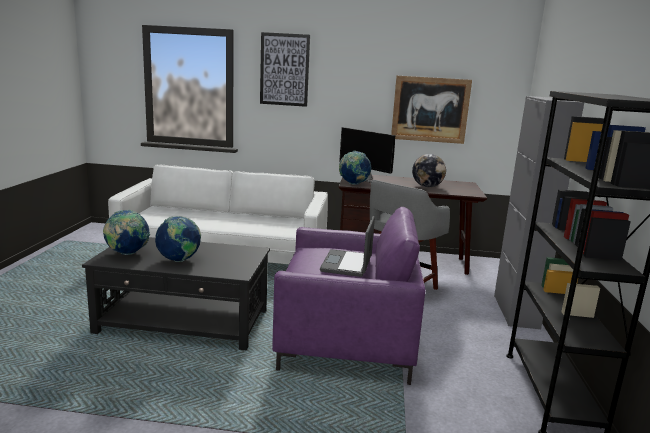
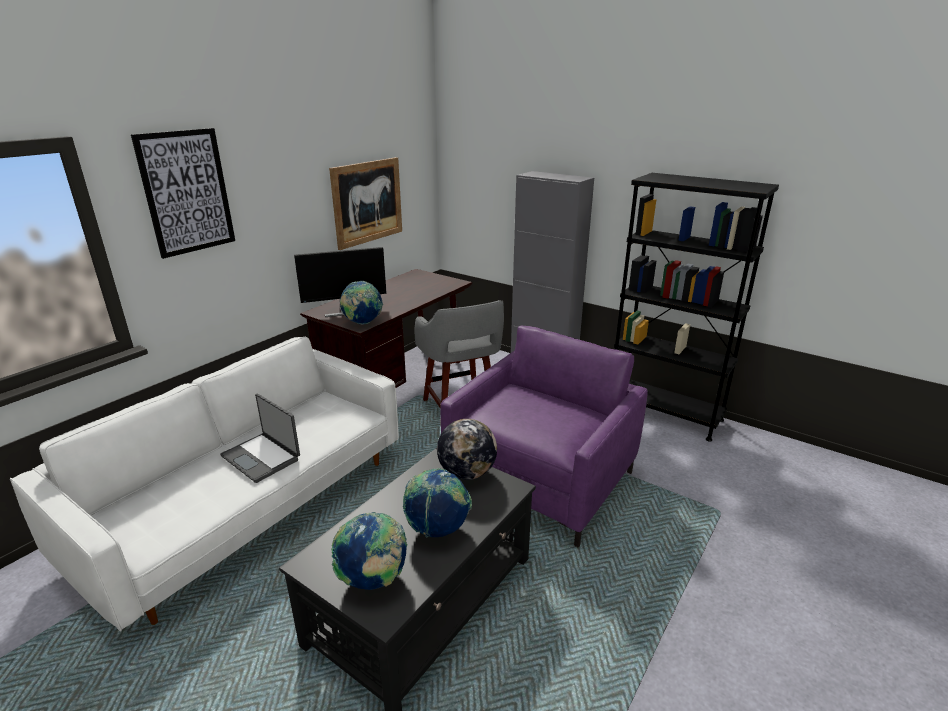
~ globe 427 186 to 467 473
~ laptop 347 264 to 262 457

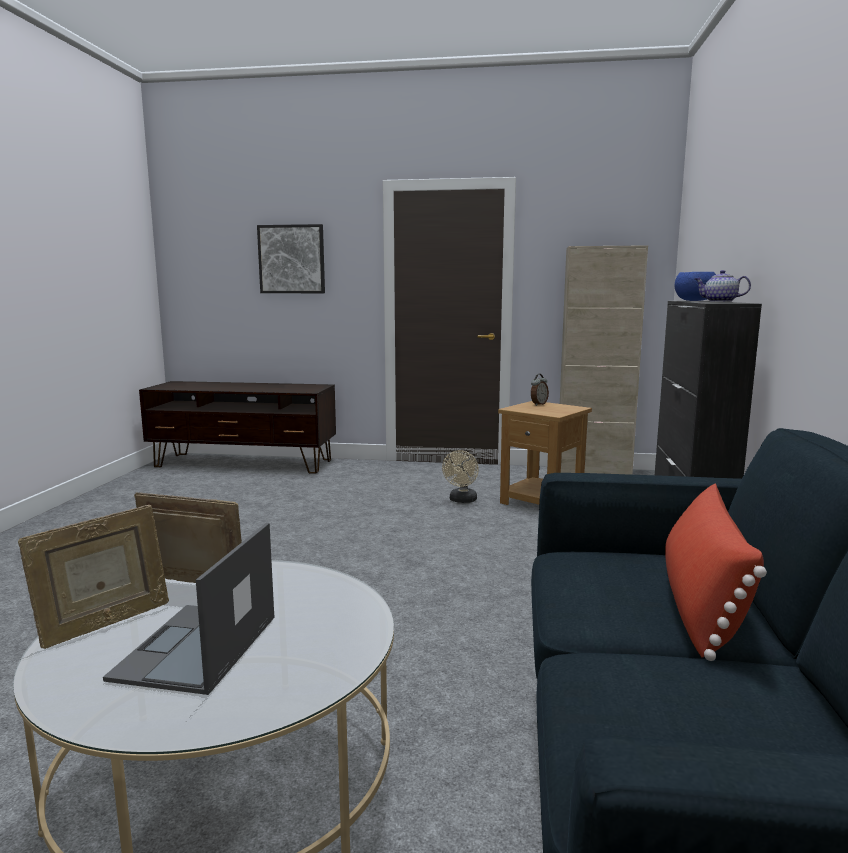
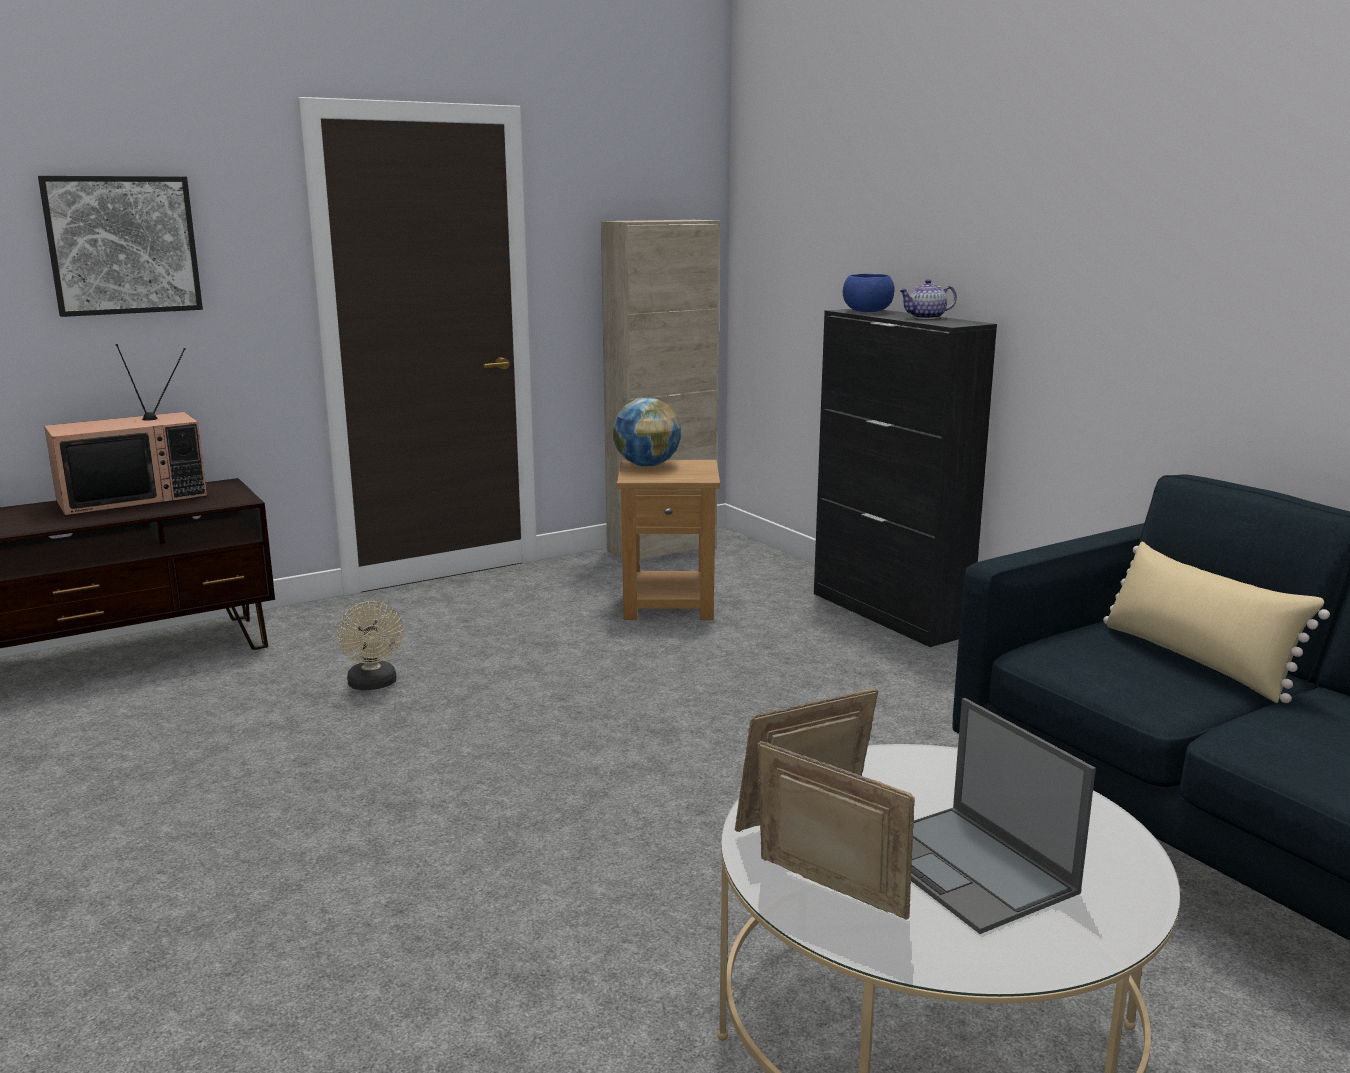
~ alarm clock 538 404 to globe 647 465
~ beige fan 462 500 to 374 685
~ red pillow 701 603 to beige pillow 1195 660
~ picture frame 105 624 = 829 895 60 degrees counterclockwise
+ television 134 498

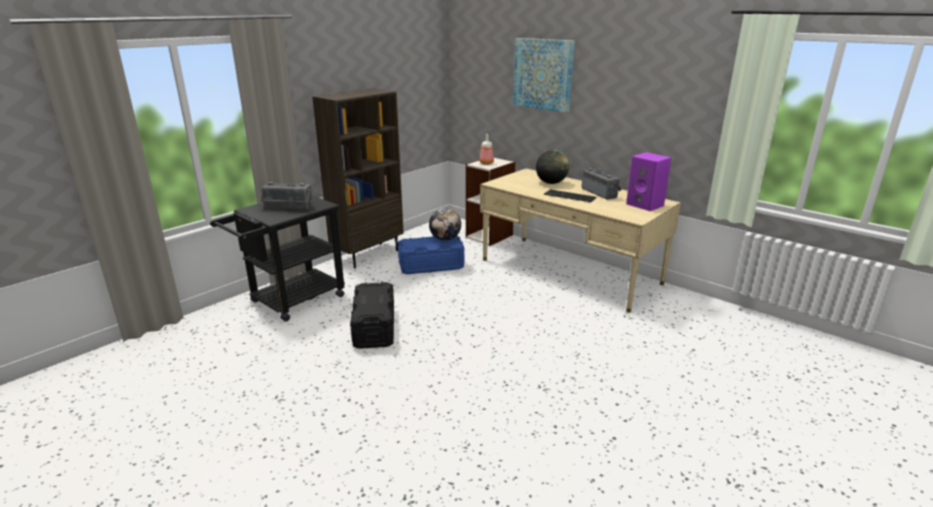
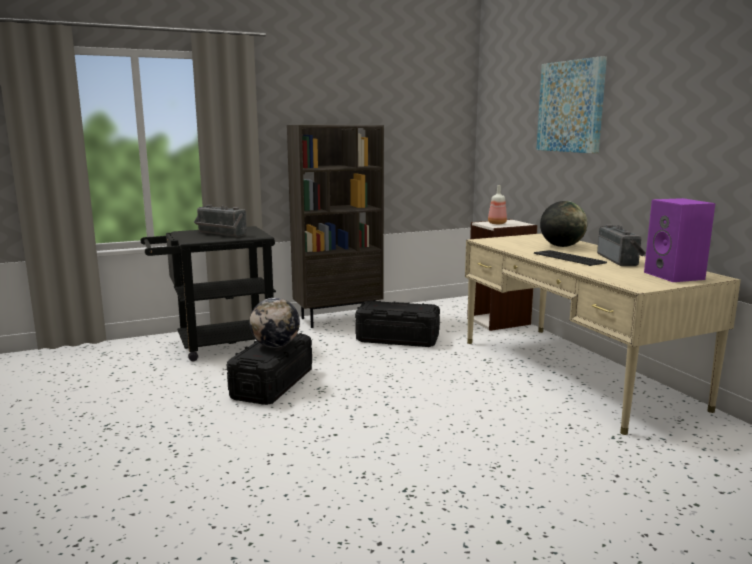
~ globe 445 239 to 275 346
~ blue storage box 431 266 to black storage box 398 338

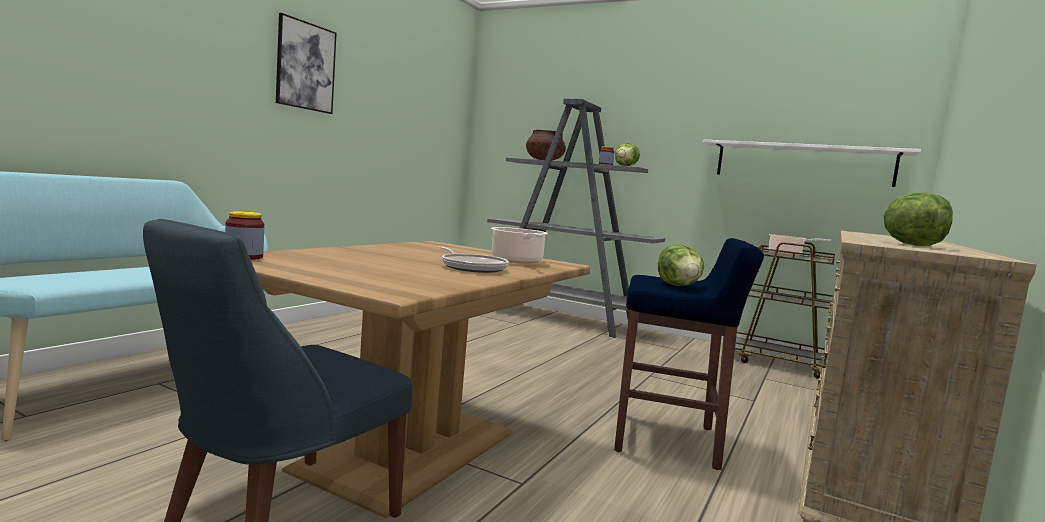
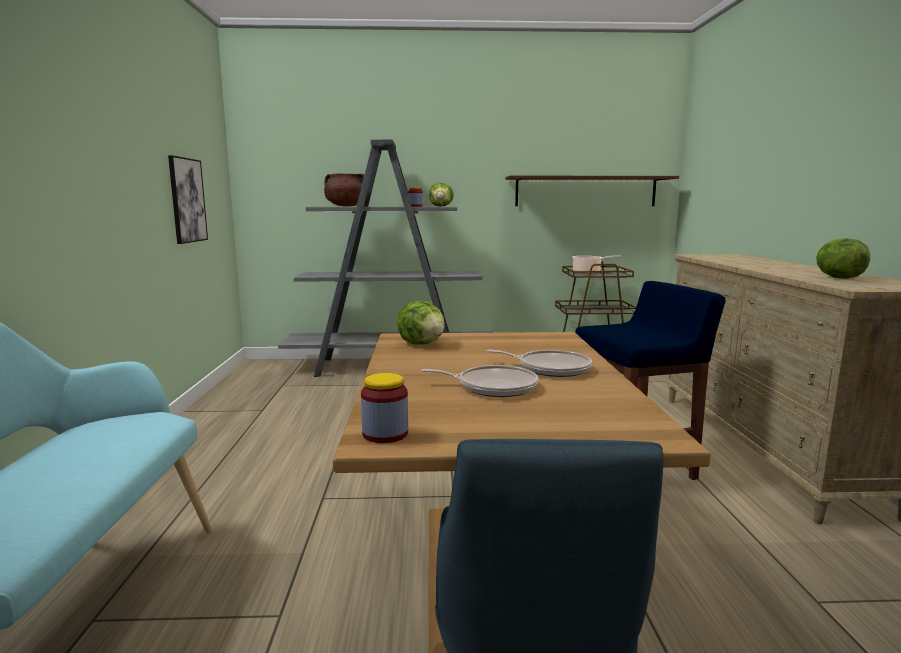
~ picture 305 66 to 187 200
~ white shelf 802 164 to brown shelf 585 191
- cooking pot 517 261
~ lettuce 679 286 to 422 343
+ frying pan 493 387

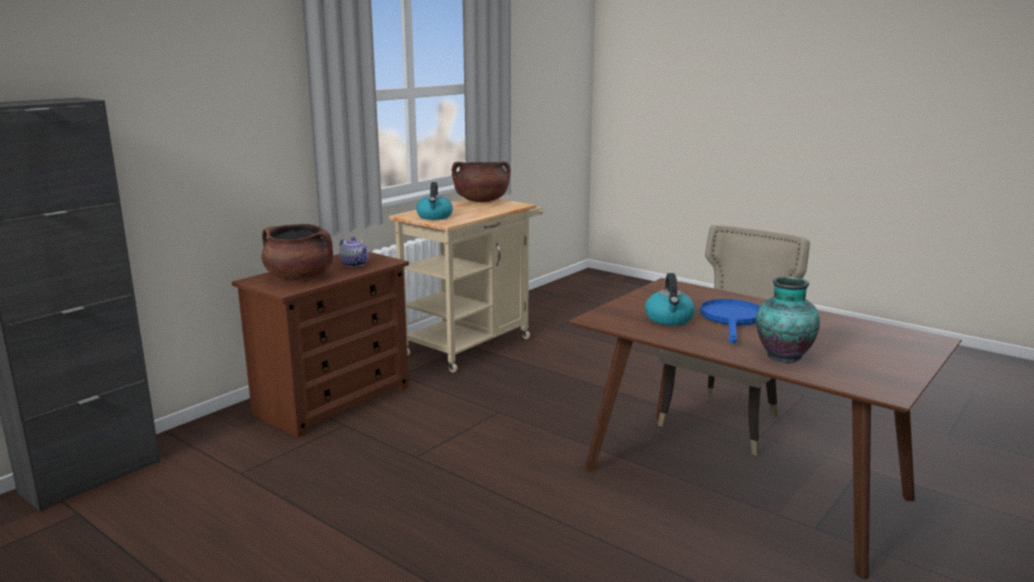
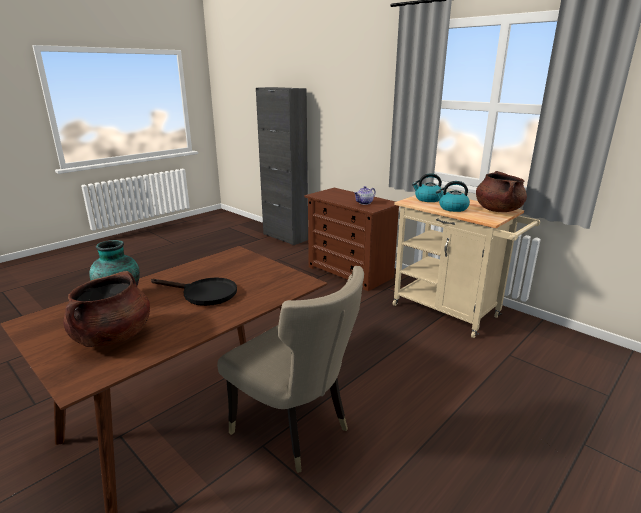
~ brown cooking pot 300 277 to 113 337
~ kettle 669 319 to 452 208
~ blue frying pan 732 320 to black frying pan 203 294

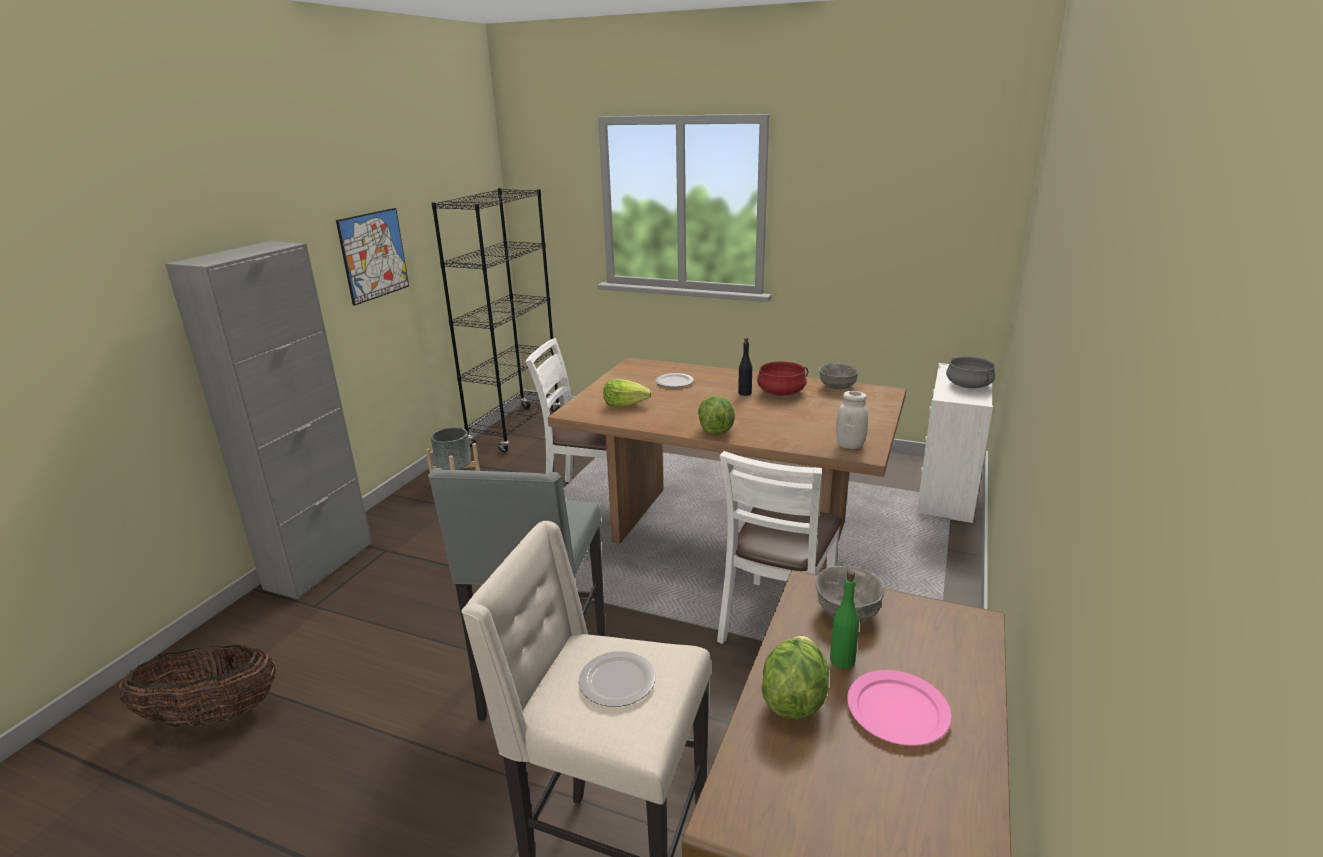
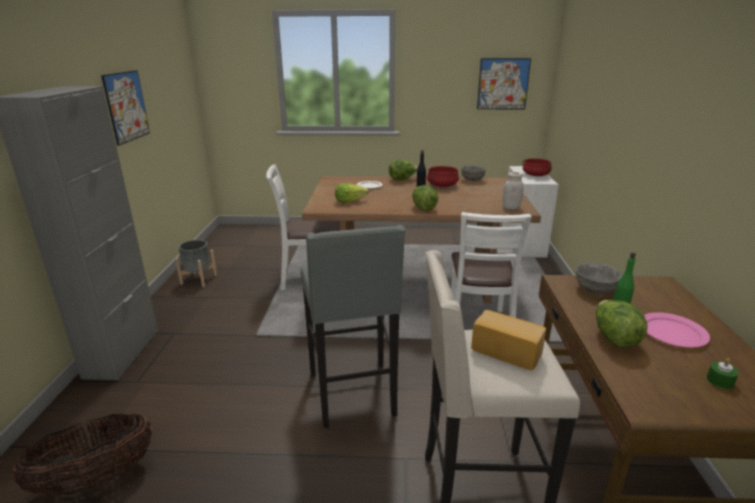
- black bookcase 515 428
~ grey cooking pot 968 385 to red cooking pot 535 175
~ plate 618 681 to bread 507 351
+ picture 503 84
+ lettuce 402 179
+ green candle 720 381

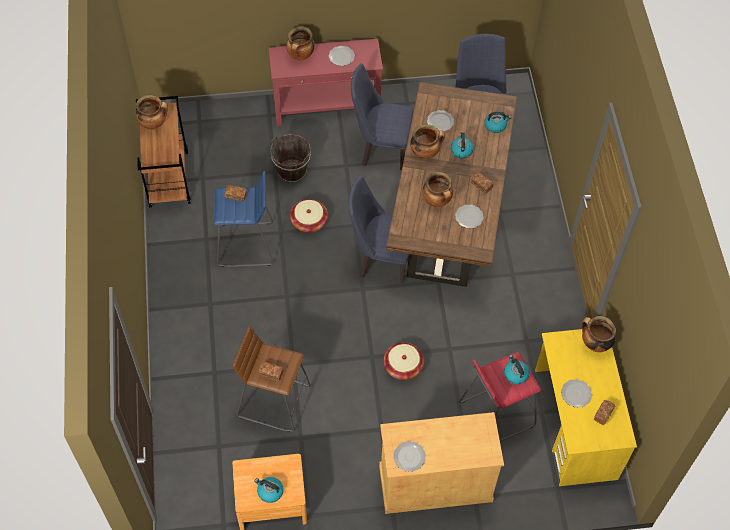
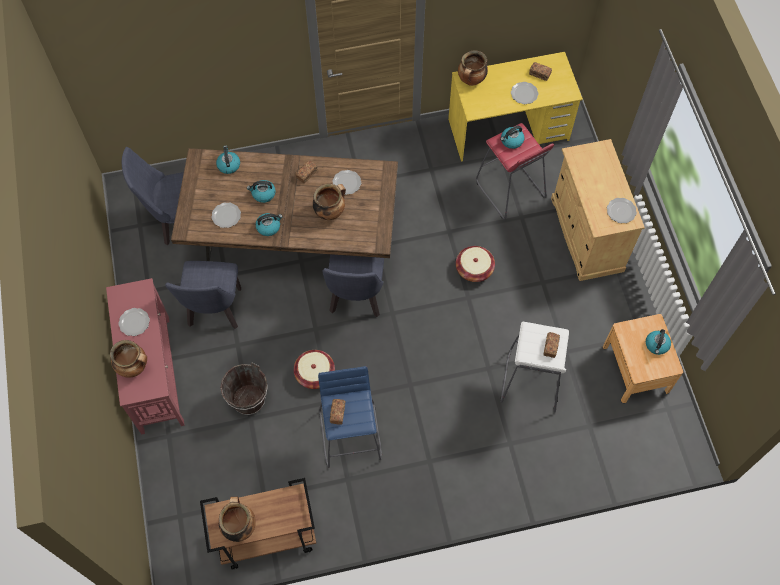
~ cooking pot 425 153 to kettle 269 227
~ brown stool 273 400 to white stool 530 381

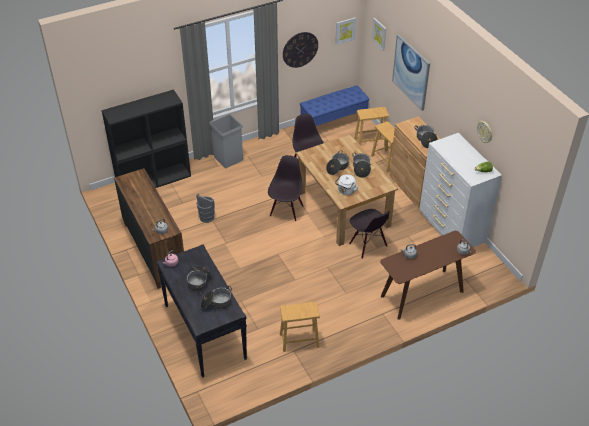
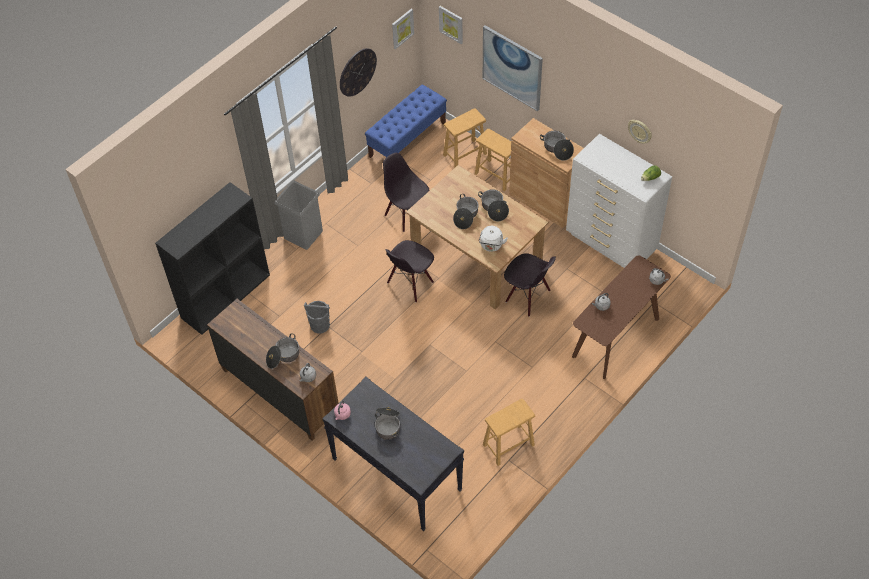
~ black chair 286 210 = 410 283 135 degrees counterclockwise
~ cooking pot 216 302 to 283 356

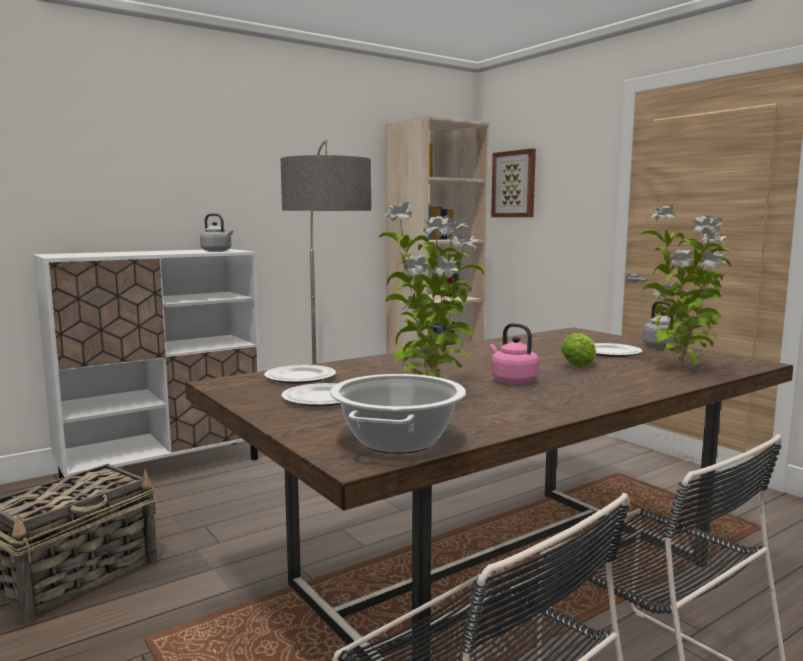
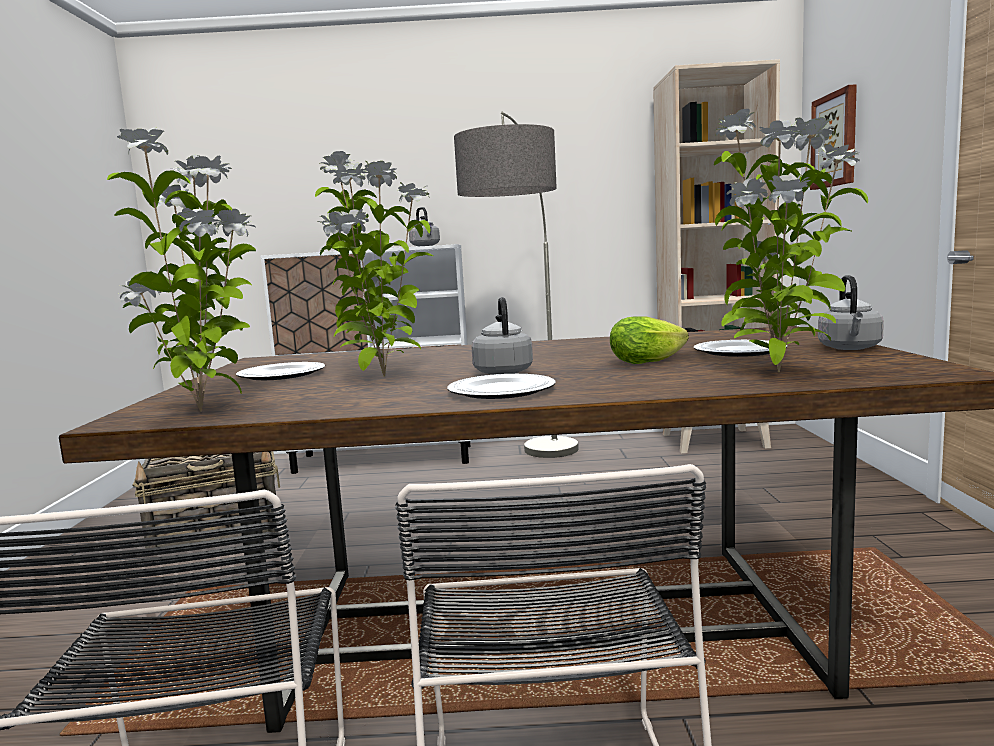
~ pink kettle 512 380 to grey kettle 503 372
~ plate 300 377 to 501 391
~ cooking pot 398 441 to potted plant 206 411

